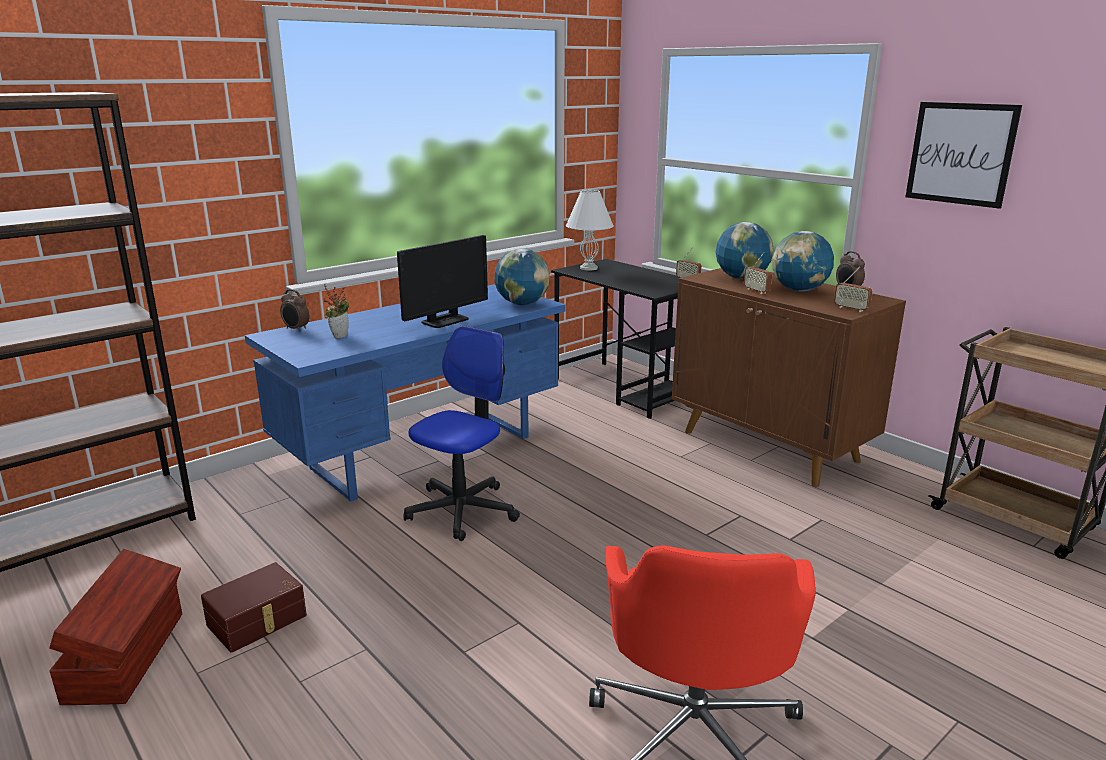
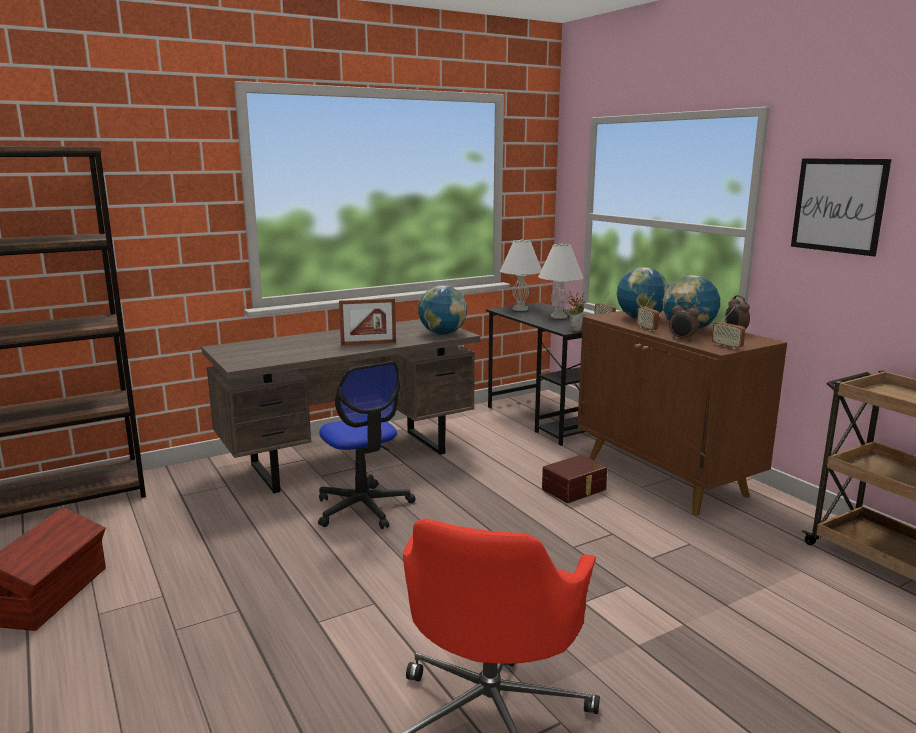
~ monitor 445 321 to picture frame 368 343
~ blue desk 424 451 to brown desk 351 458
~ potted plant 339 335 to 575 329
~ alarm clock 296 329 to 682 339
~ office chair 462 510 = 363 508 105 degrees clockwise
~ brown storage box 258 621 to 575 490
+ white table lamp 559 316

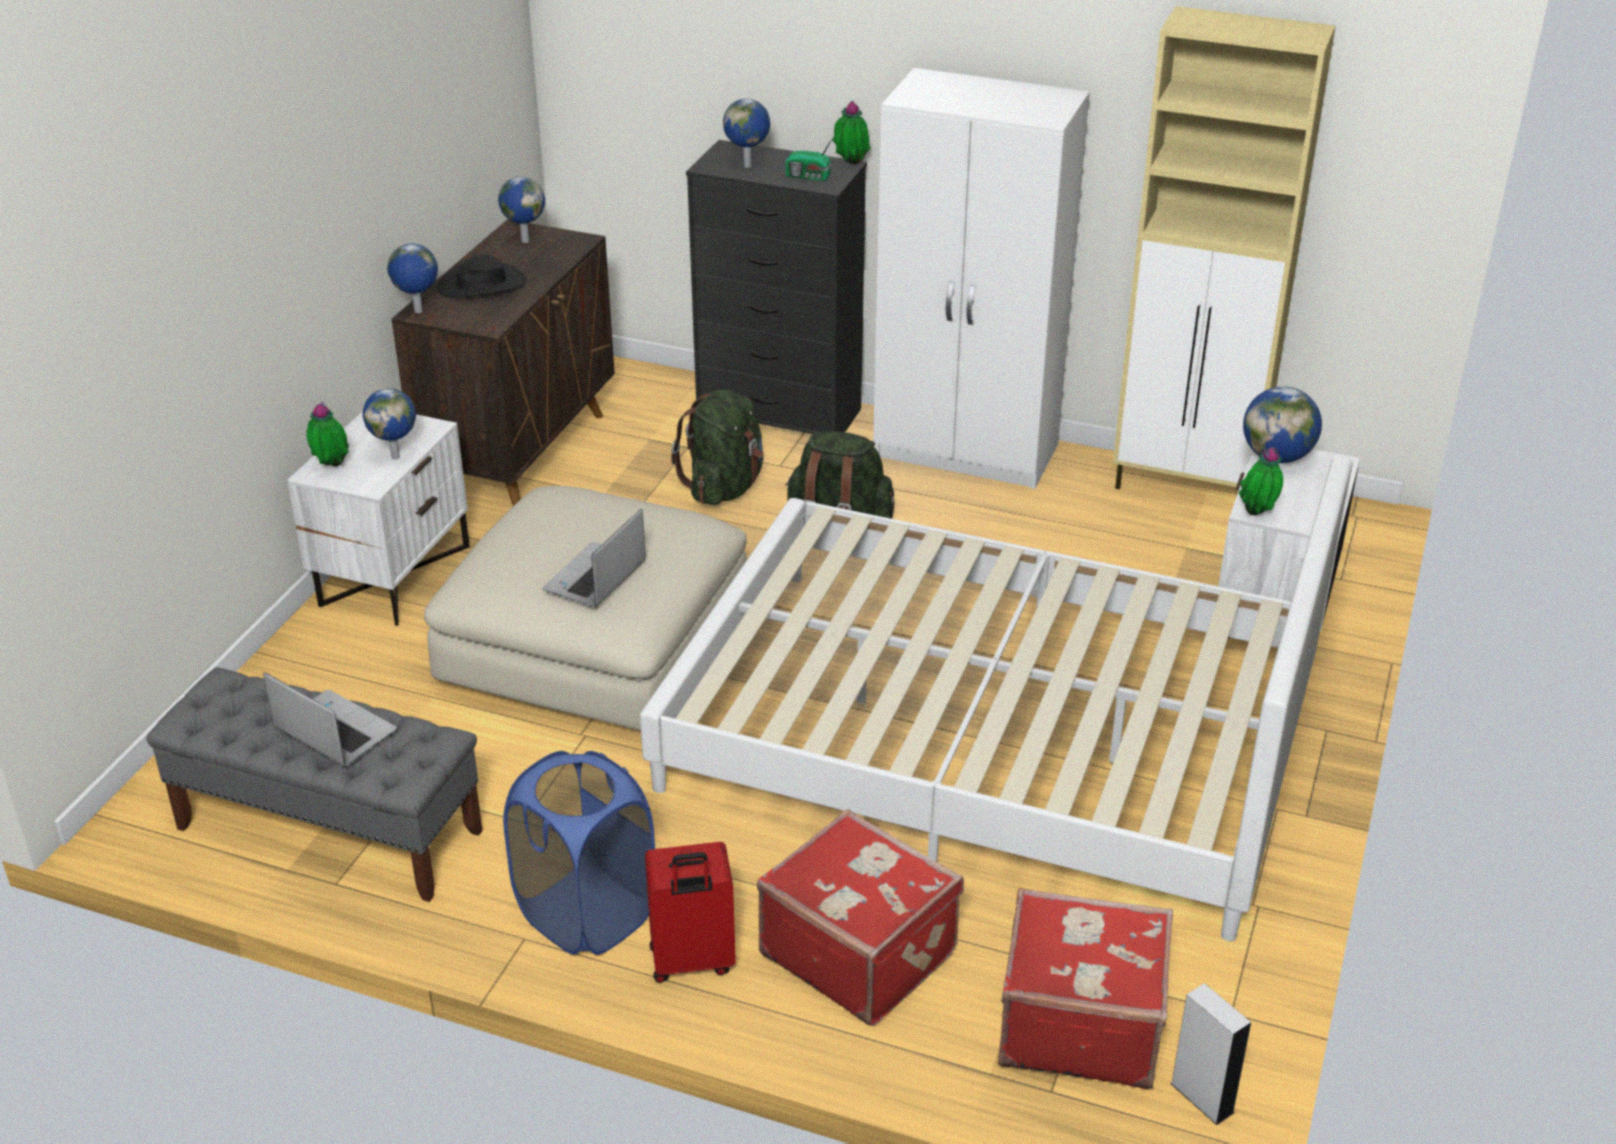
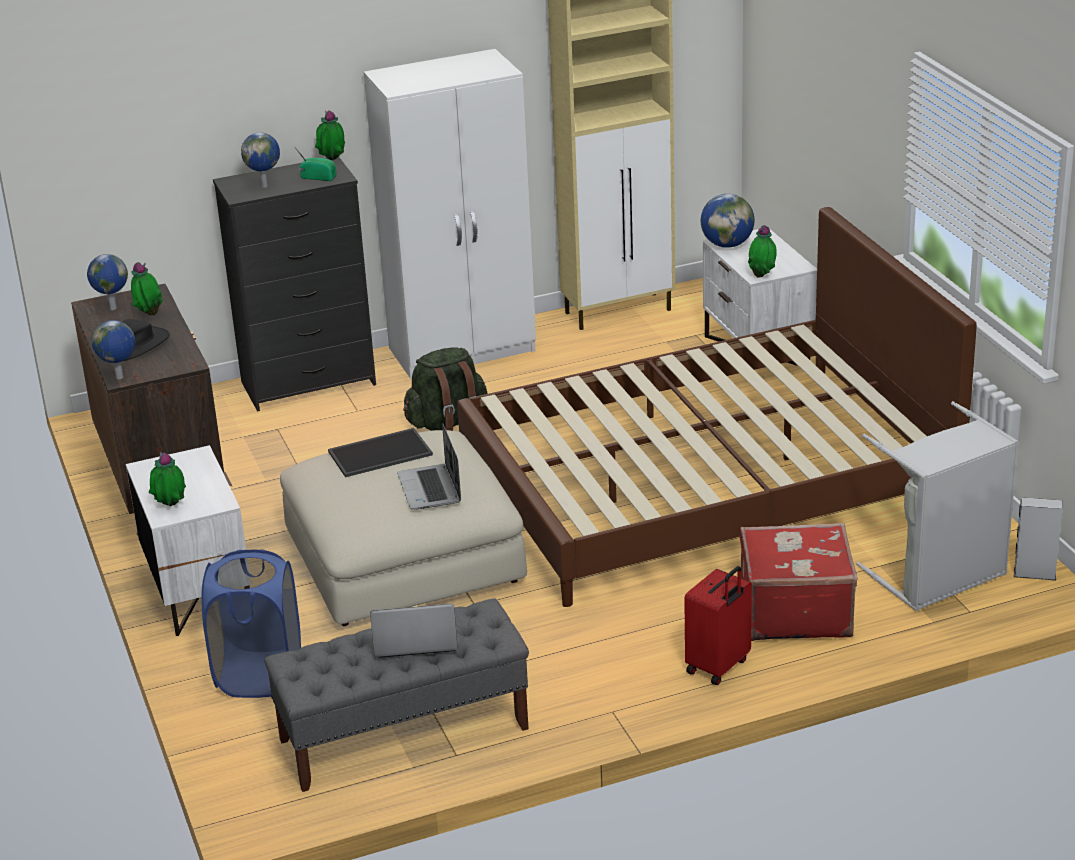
~ radio 809 176 = 318 177 135 degrees counterclockwise
- globe 396 456
- green backpack 724 487
~ white bed 988 739 to brown bed 706 484
~ blue laundry basket 586 914 to 259 675
~ red suitcase 1079 1023 to grey laundry basket 940 578
+ potted plant 149 314
+ tray 380 452

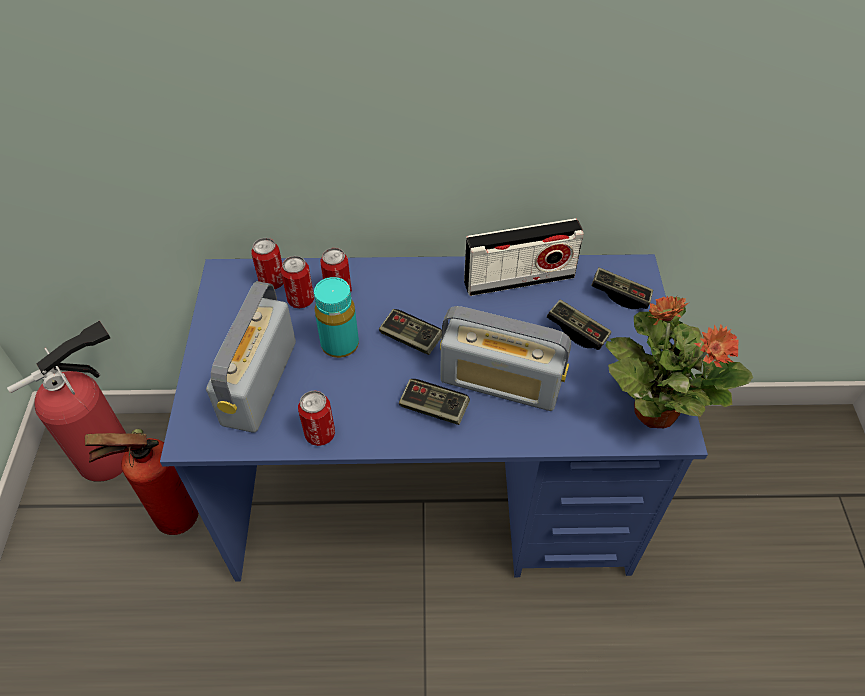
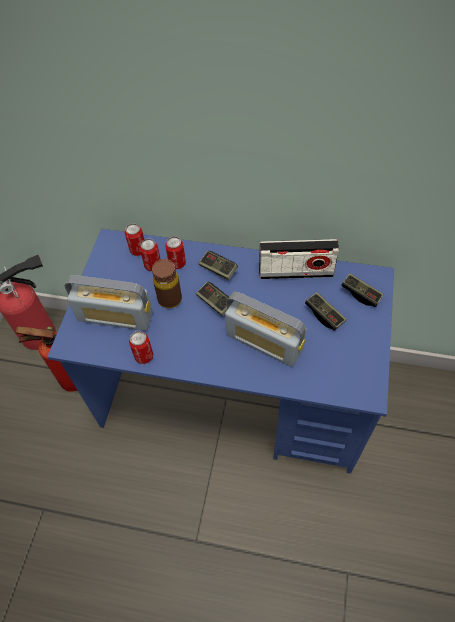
~ turquoise bottle 340 344 to brown bottle 170 299
~ radio 259 383 = 115 316 105 degrees counterclockwise
- potted plant 654 410
~ game controller 434 408 to 218 269

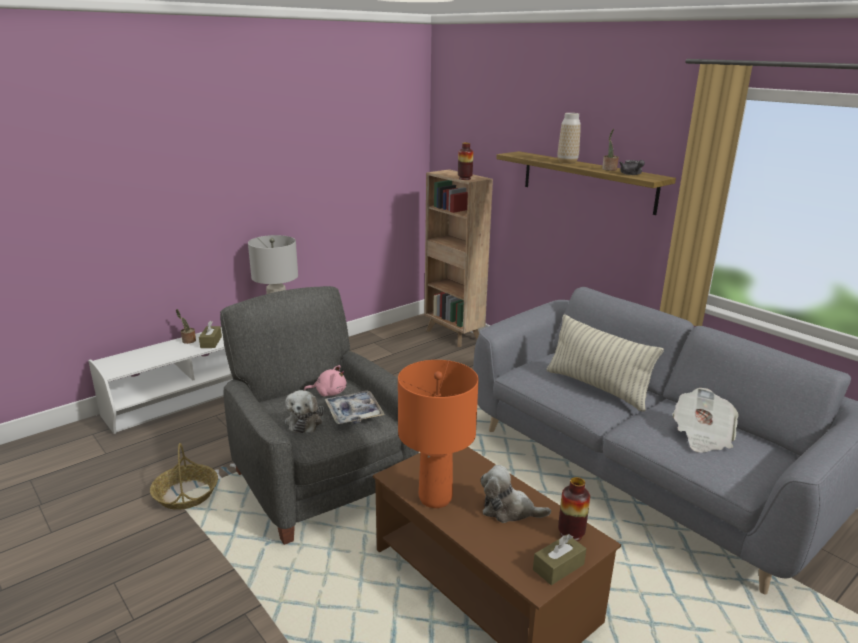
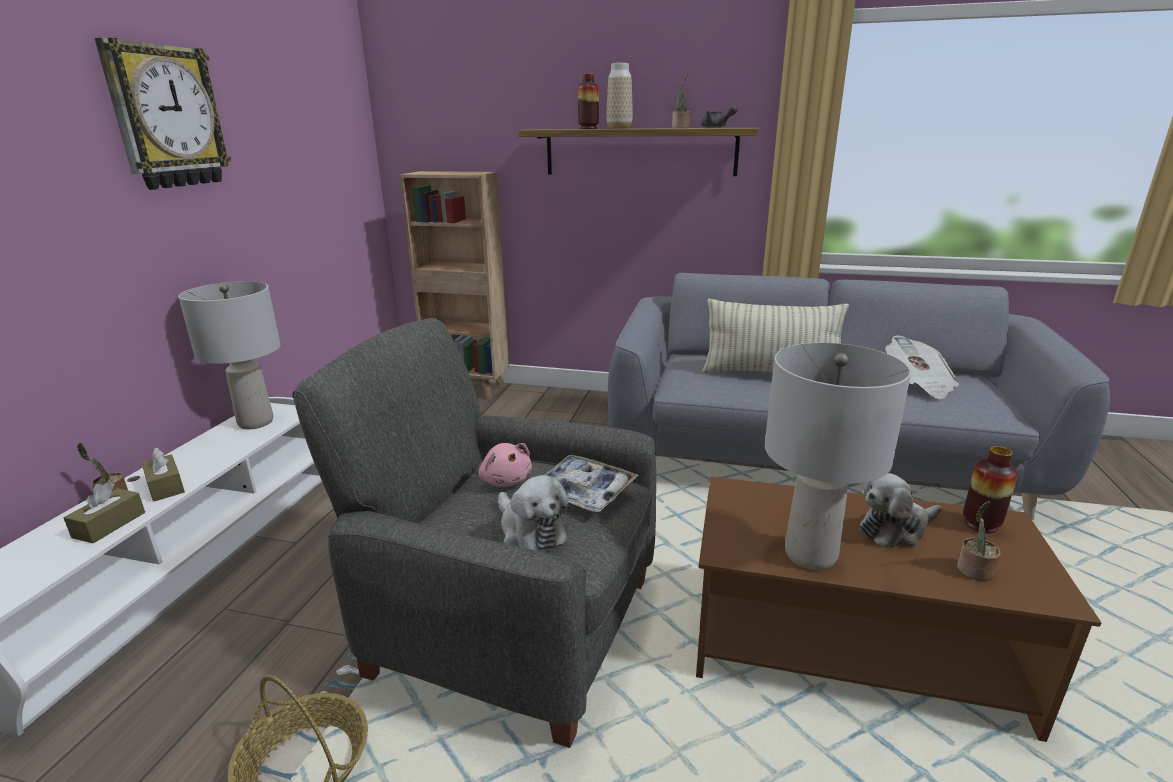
~ vase 464 178 to 588 128
~ orange table lamp 435 498 to grey table lamp 811 555
~ pink plush toy 329 392 = 505 480 90 degrees clockwise
~ brown tissue box 558 567 to 109 525
+ wall clock 166 117
+ potted plant 973 571

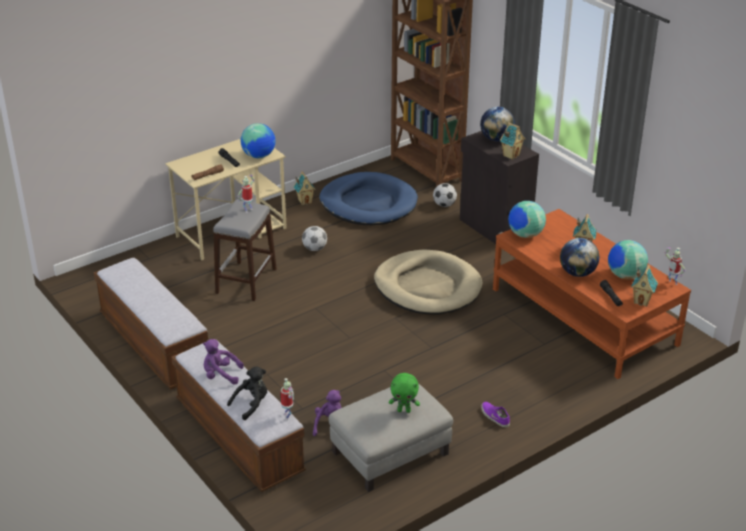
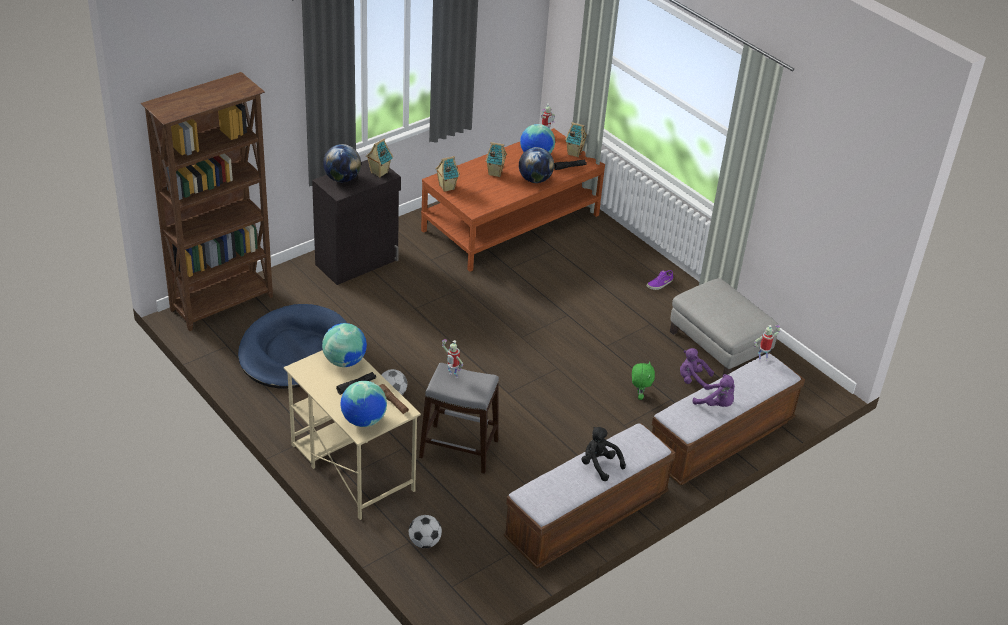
~ toy house 305 201 to 446 187
~ football 444 205 to 424 542
~ globe 525 235 to 363 420
- beige dog bed 427 287
~ purple plush toy 220 375 = 716 404 60 degrees counterclockwise
~ black plush toy 251 404 to 599 465
~ green plush toy 404 410 to 639 395

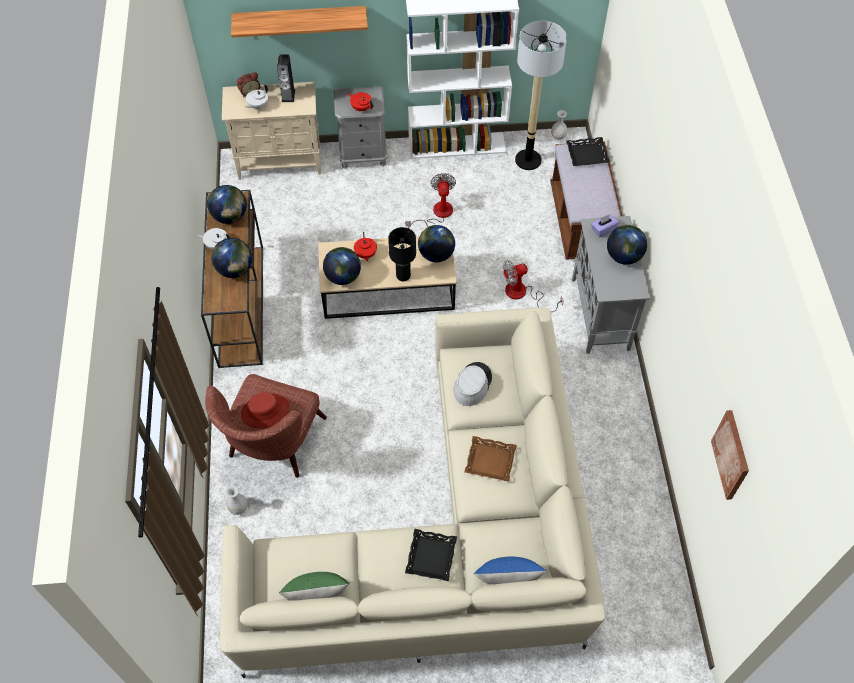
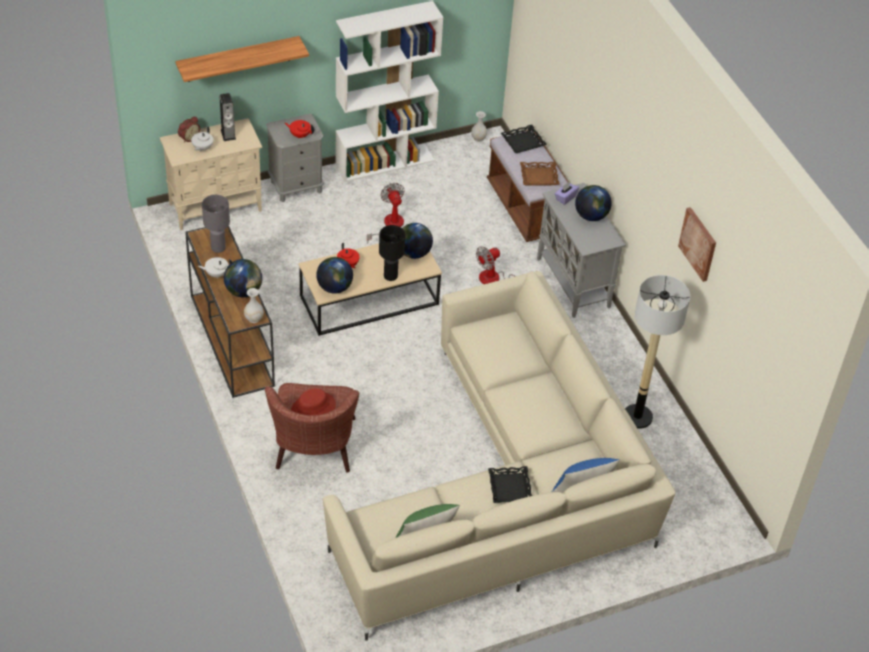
~ floor lamp 528 160 to 637 417
~ globe 230 216 to grey table lamp 218 248
- grey hat 472 384
~ picture 731 455 to 698 243
~ brown tray 490 461 to 539 177
~ white vase 238 508 to 253 318

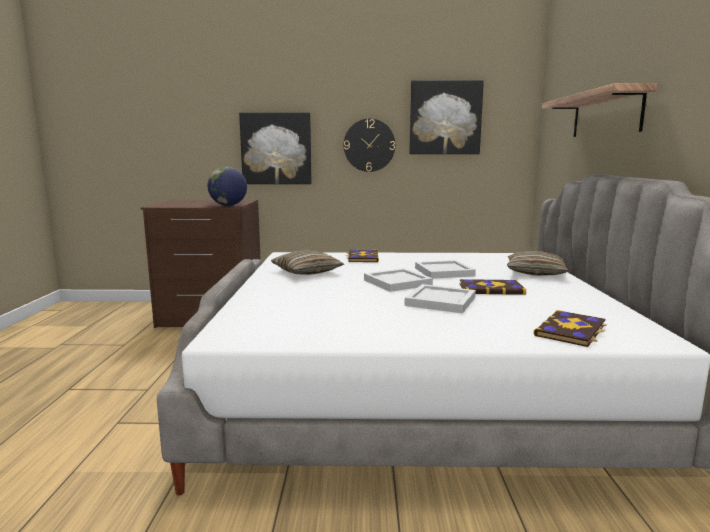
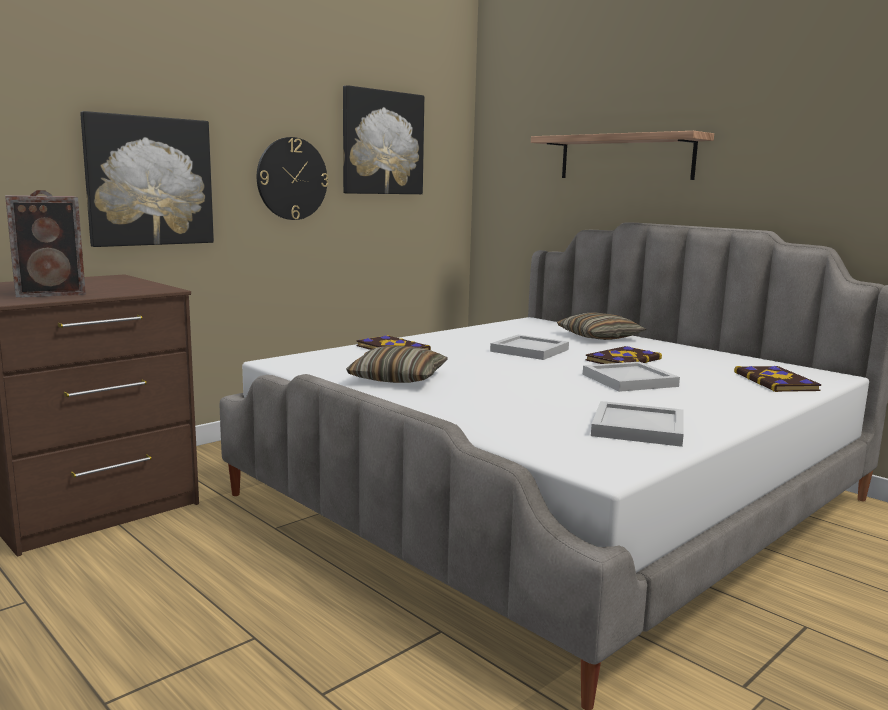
- globe 228 205
~ white tray 397 282 to 636 427
+ speaker 52 293

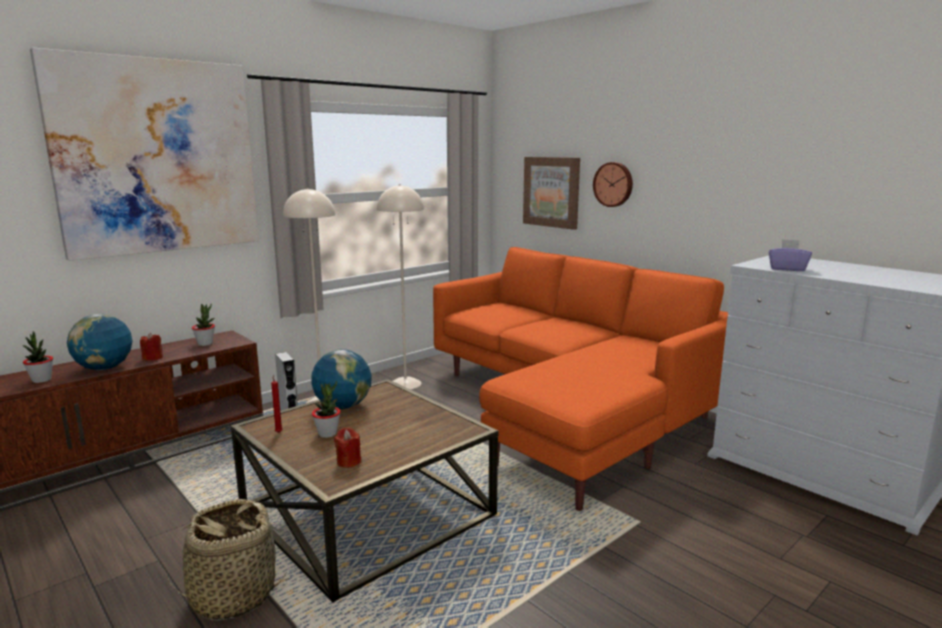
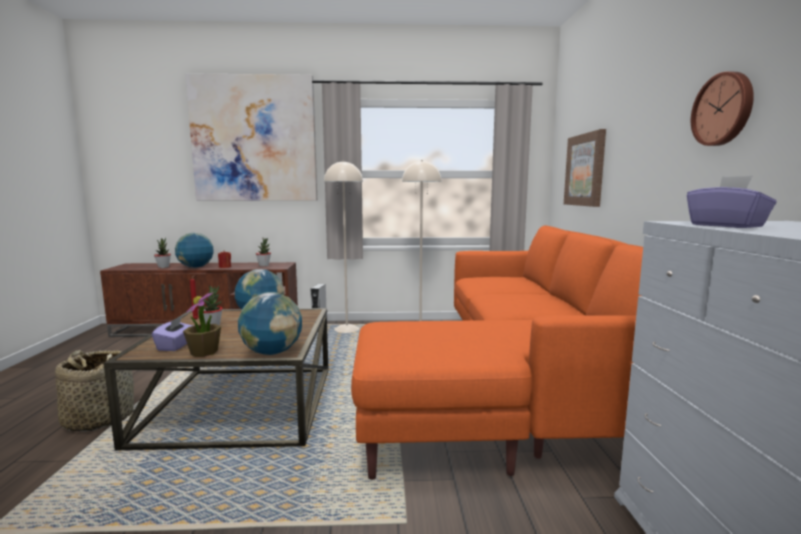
~ wall clock 613 184 to 723 109
~ red candle 348 462 to purple tissue box 176 346
+ potted plant 204 352
+ globe 272 352

